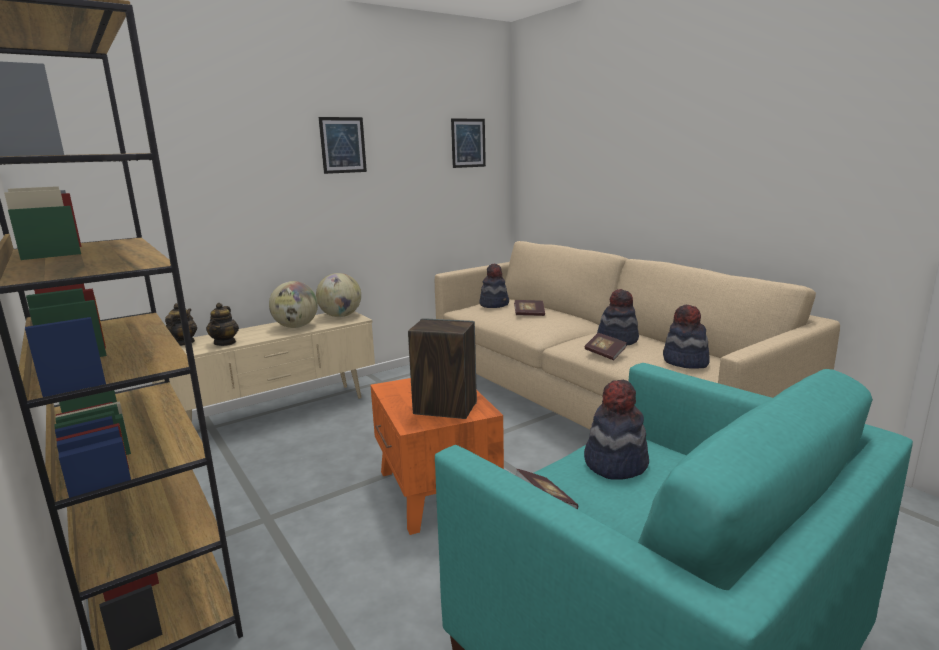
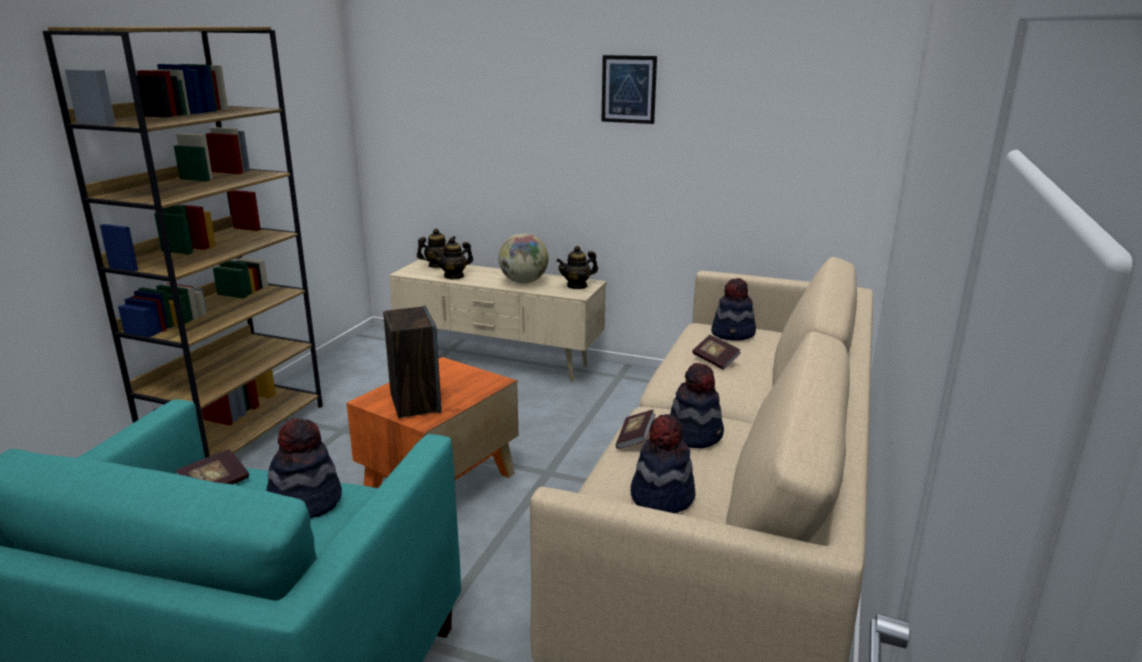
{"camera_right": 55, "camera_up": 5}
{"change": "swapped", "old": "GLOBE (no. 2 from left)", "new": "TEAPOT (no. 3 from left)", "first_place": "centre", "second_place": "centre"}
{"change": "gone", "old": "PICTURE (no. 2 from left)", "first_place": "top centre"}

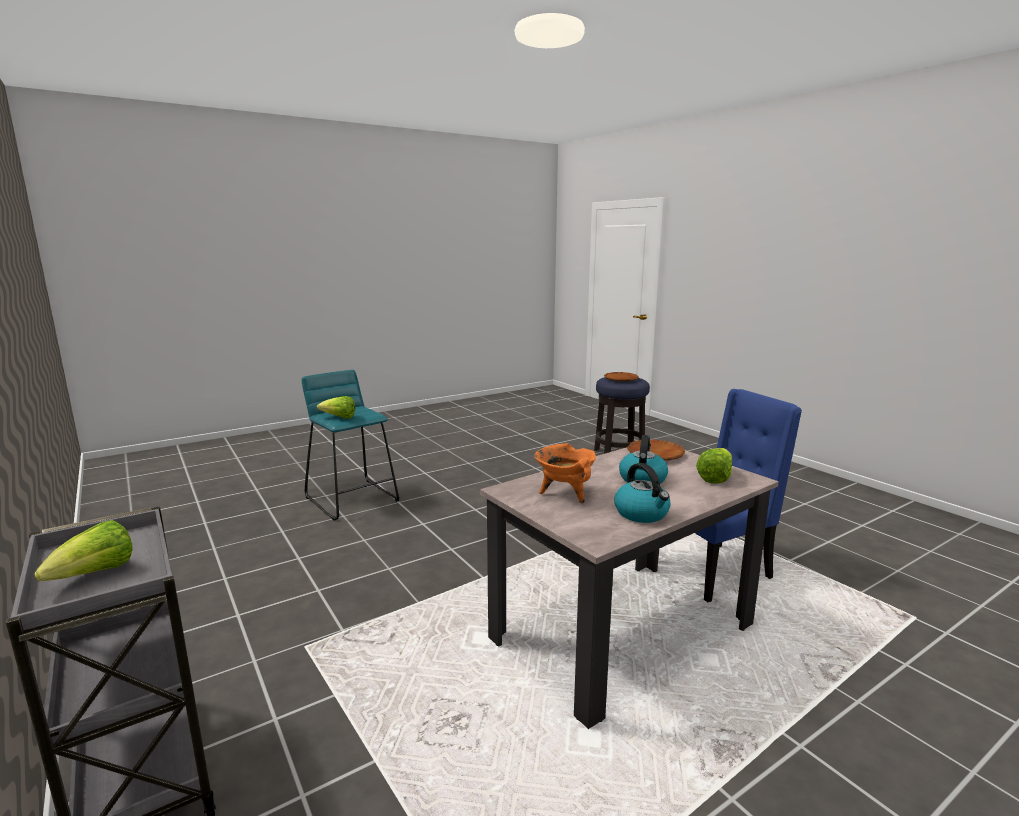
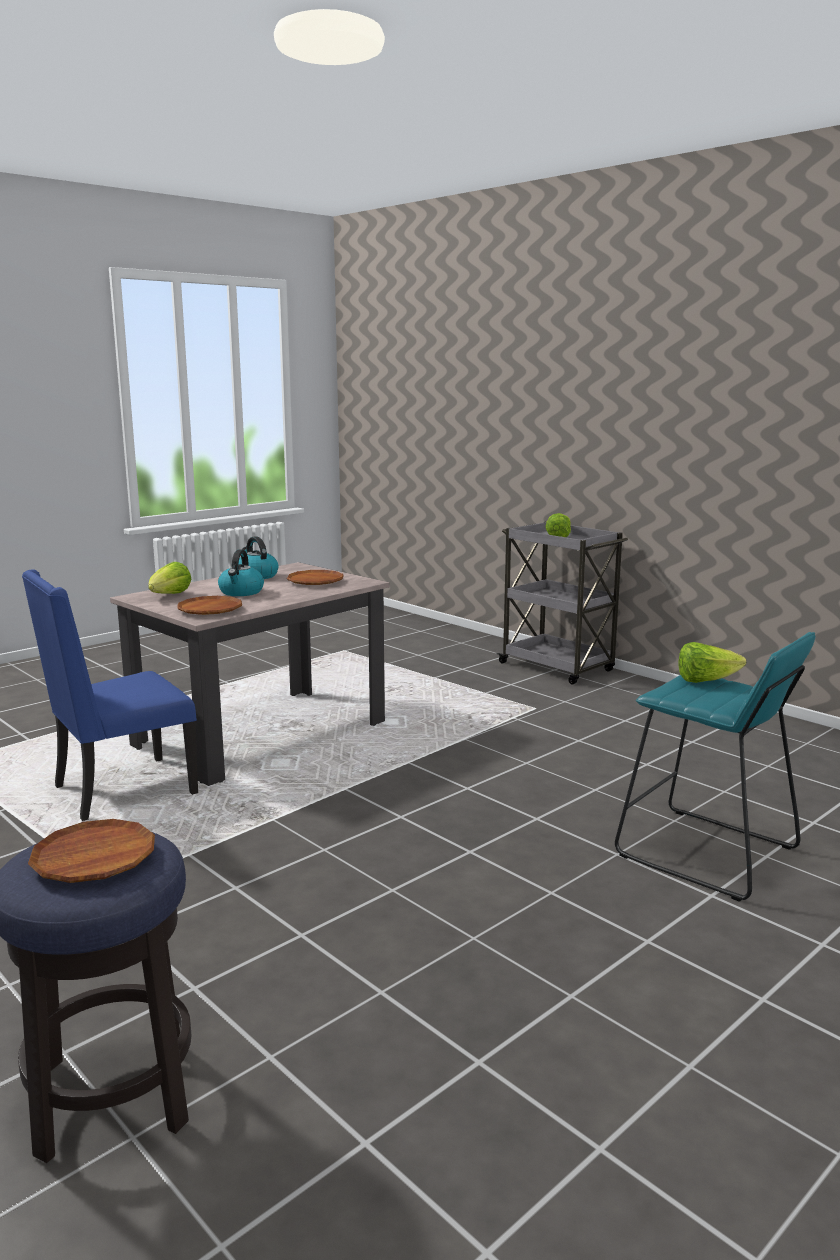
{"camera_right": 170, "camera_up": 0}
{"change": "swapped", "old": "ORANGE COOKING POT", "new": "BROWN PLATE (no. 3 from left)", "first_place": "centre", "second_place": "centre"}

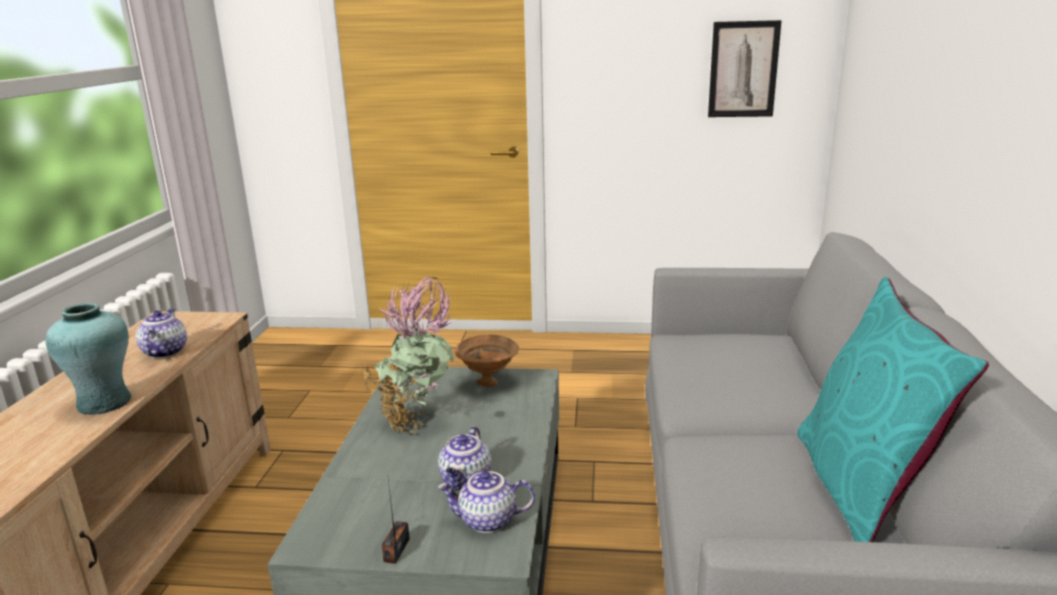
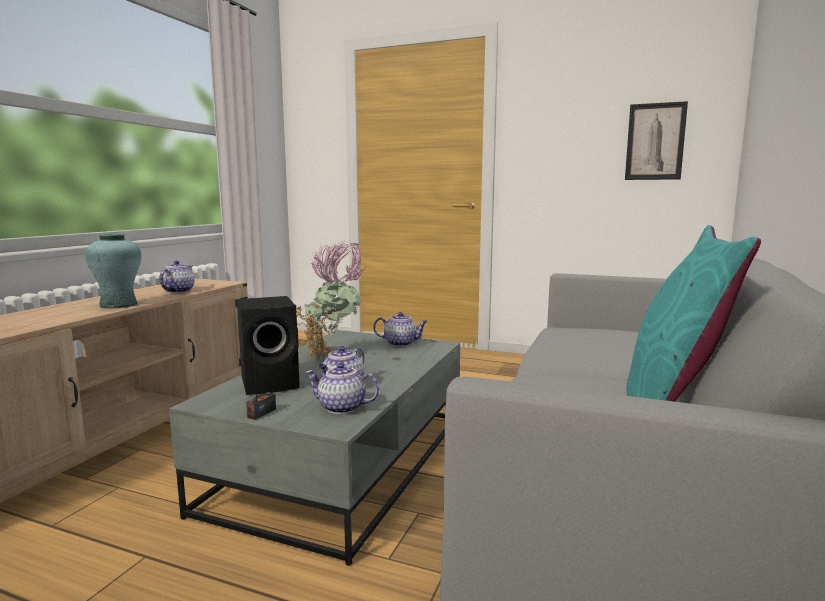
{"camera_right": 15, "camera_up": -10}
{"change": "swapped", "old": "BROWN BOWL", "new": "TEAPOT (no. 4 from left)", "first_place": "centre", "second_place": "centre"}
{"change": "new", "new": "BLACK SPEAKER", "second_place": "middle left"}

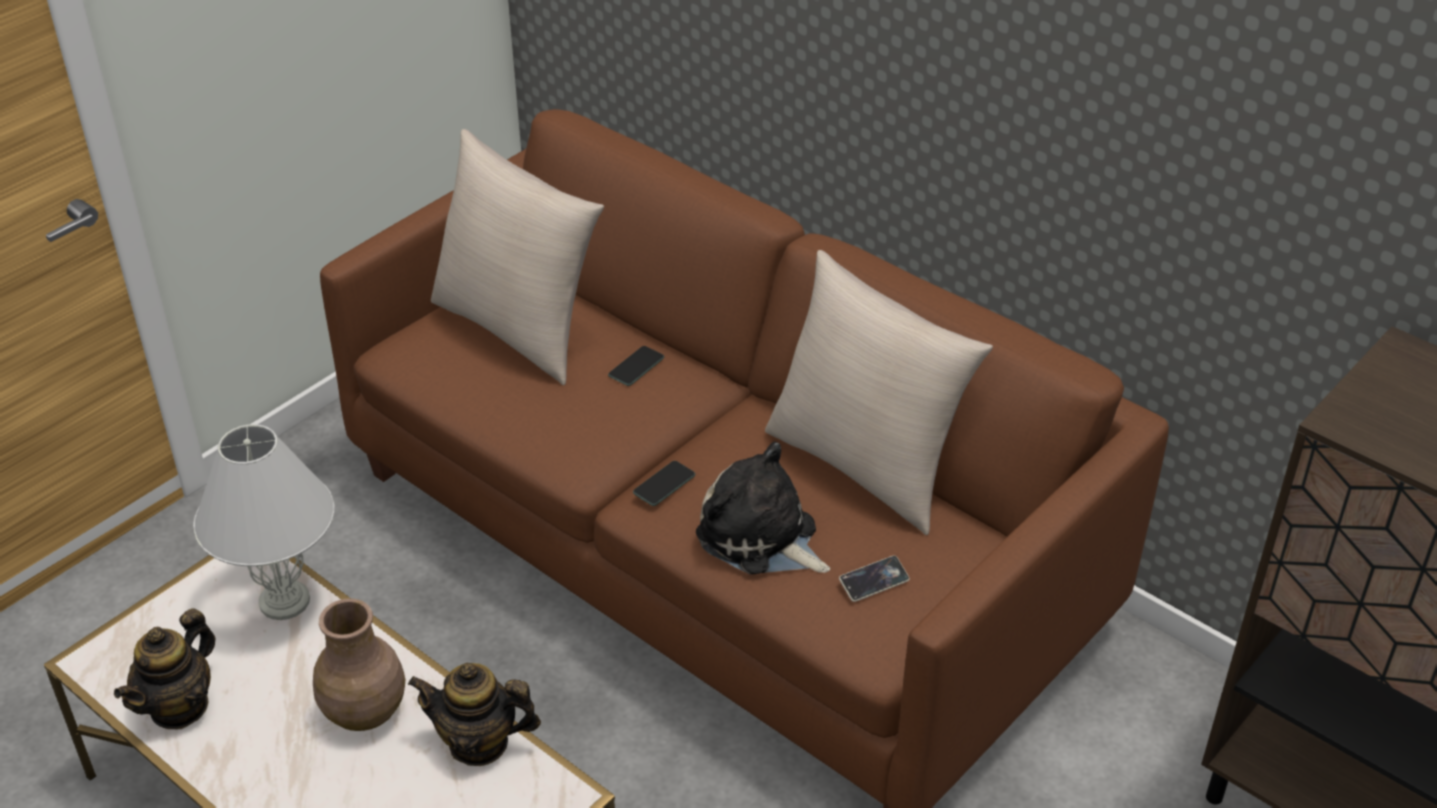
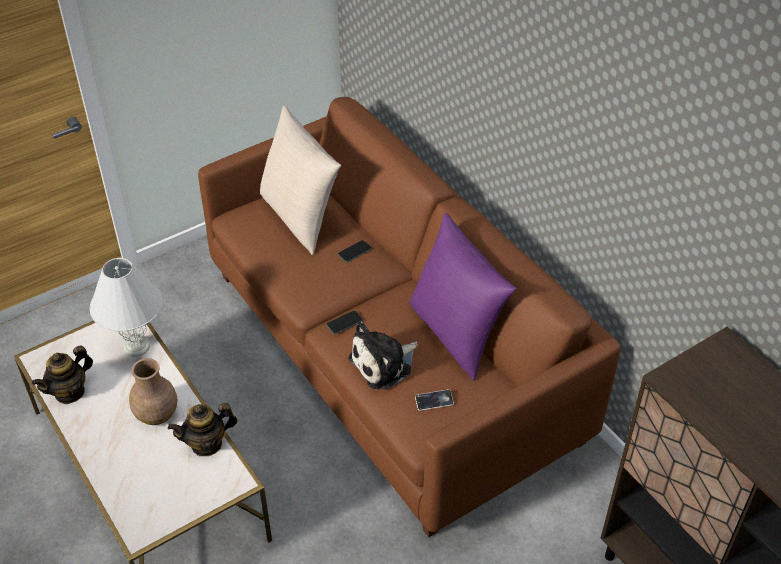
{"camera_right": 15, "camera_up": 5}
{"change": "rotated", "old": "TEAPOT (no. 2 from left)", "first_place": "bottom left", "second_place": "bottom left", "degrees": -45}
{"change": "rotated", "old": "PLUSH TOY", "first_place": "centre", "second_place": "centre", "degrees": -90}
{"change": "repainted", "old": "BEIGE PILLOW (no. 2 from left)", "new": "PURPLE PILLOW", "first_place": "centre", "second_place": "centre"}

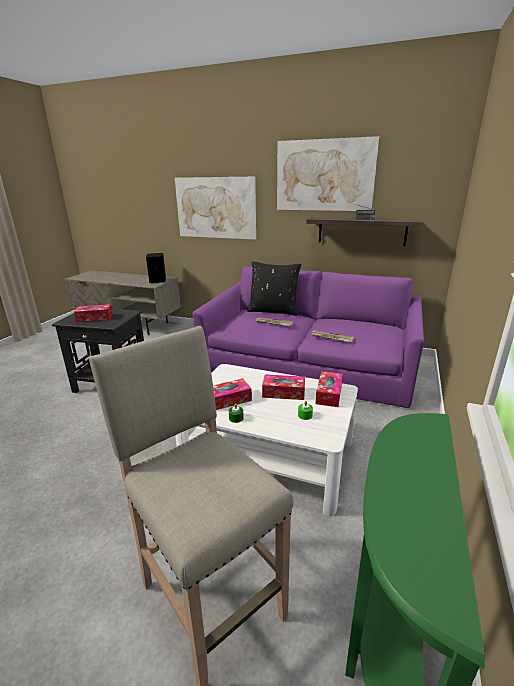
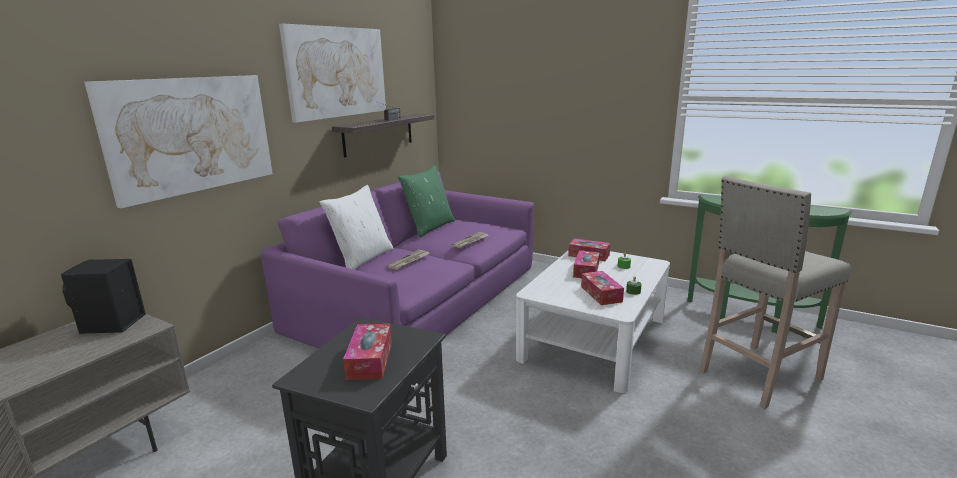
{"camera_right": -80, "camera_up": -5}
{"change": "repainted", "old": "BLACK PILLOW", "new": "WHITE PILLOW", "first_place": "centre", "second_place": "centre"}
{"change": "new", "new": "GREEN PILLOW", "second_place": "centre"}

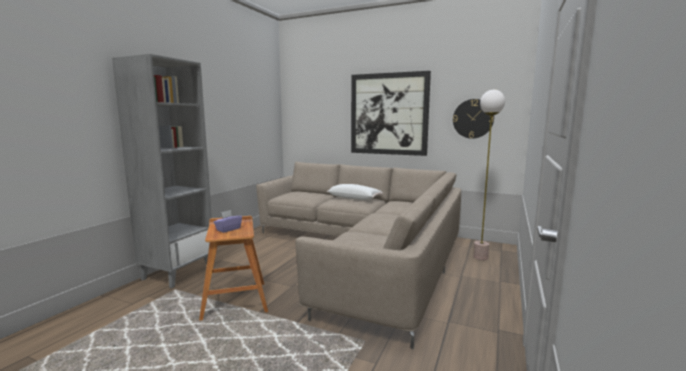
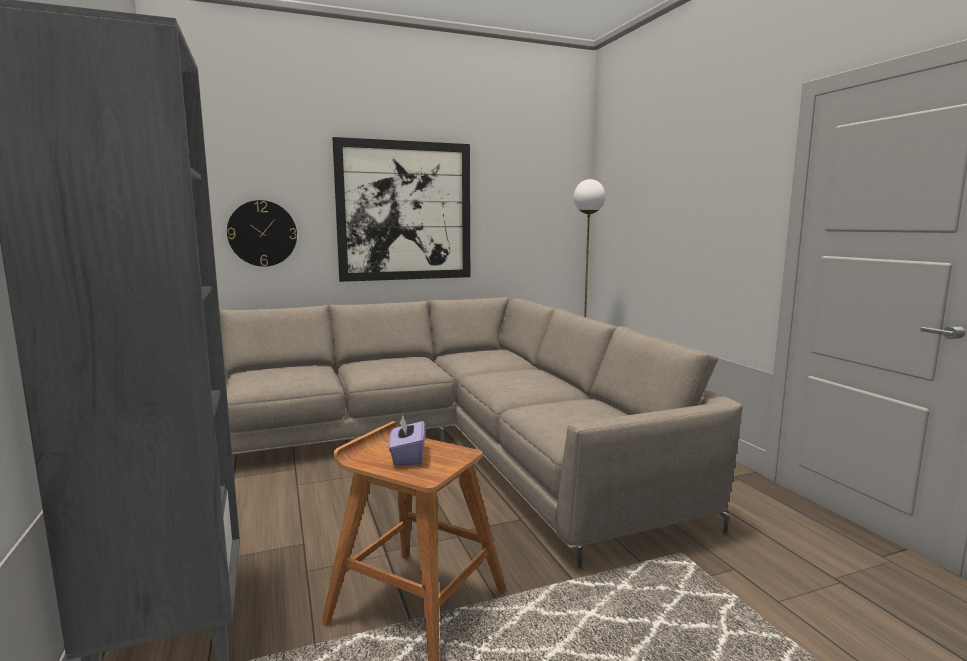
{"camera_right": -45, "camera_up": 0}
{"change": "gone", "old": "WHITE PILLOW", "first_place": "centre"}
{"change": "shifted", "old": "WALL CLOCK", "first_place": "top right", "second_place": "middle left"}

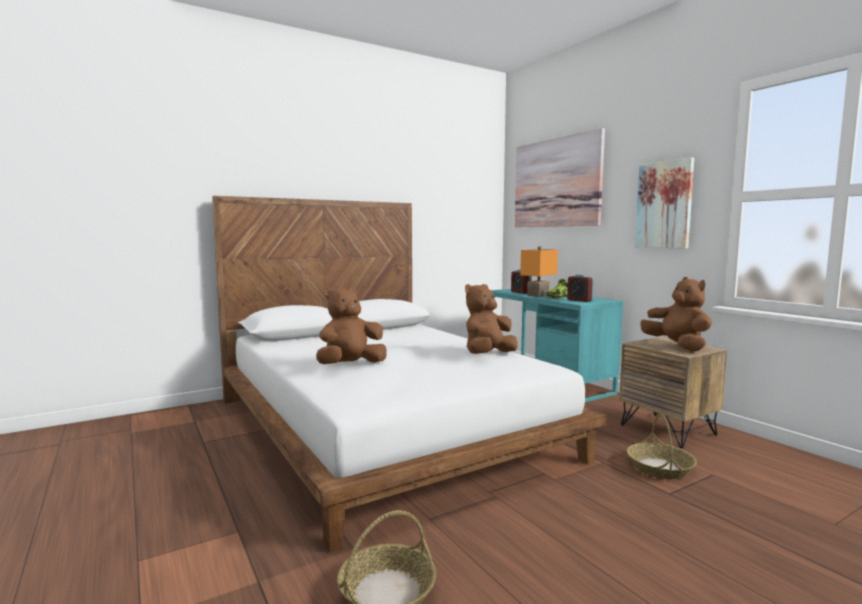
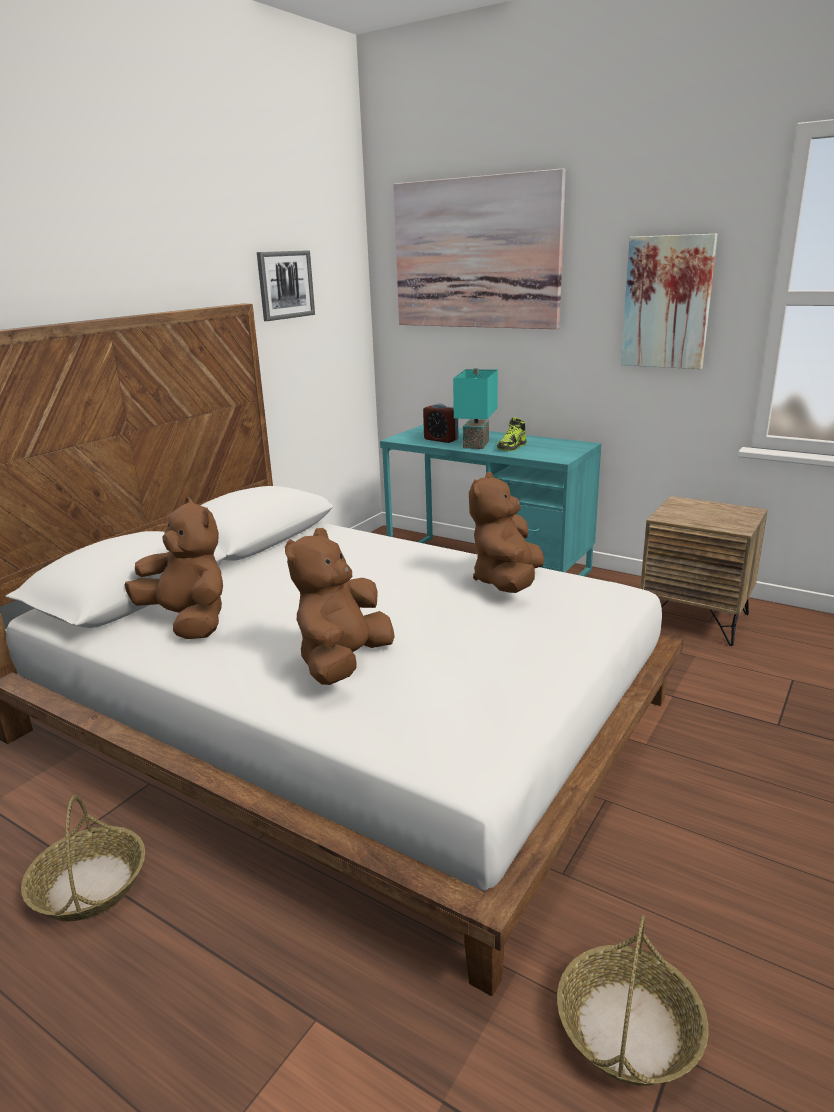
{"camera_right": -25, "camera_up": 15}
{"change": "repainted", "old": "ORANGE TABLE LAMP", "new": "TURQUOISE TABLE LAMP", "first_place": "centre", "second_place": "centre"}
{"change": "gone", "old": "ALARM CLOCK (no. 2 from left)", "first_place": "middle right"}
{"change": "shifted", "old": "BASKET (no. 2 from left in the first image)", "new": "BASKET (no. 1 from left)", "first_place": "bottom right", "second_place": "bottom left"}
{"change": "shifted", "old": "BROWN PLUSH TOY (no. 3 from left in the first image)", "new": "BROWN PLUSH TOY (no. 1 from left)", "first_place": "middle right", "second_place": "middle left"}
{"change": "new", "new": "PICTURE (no. 1 from left)", "second_place": "top centre"}

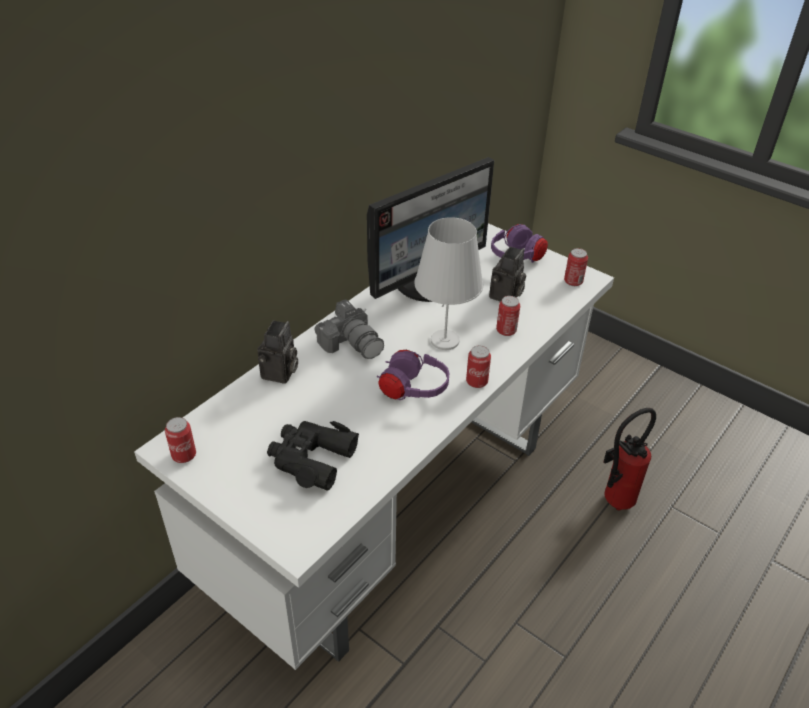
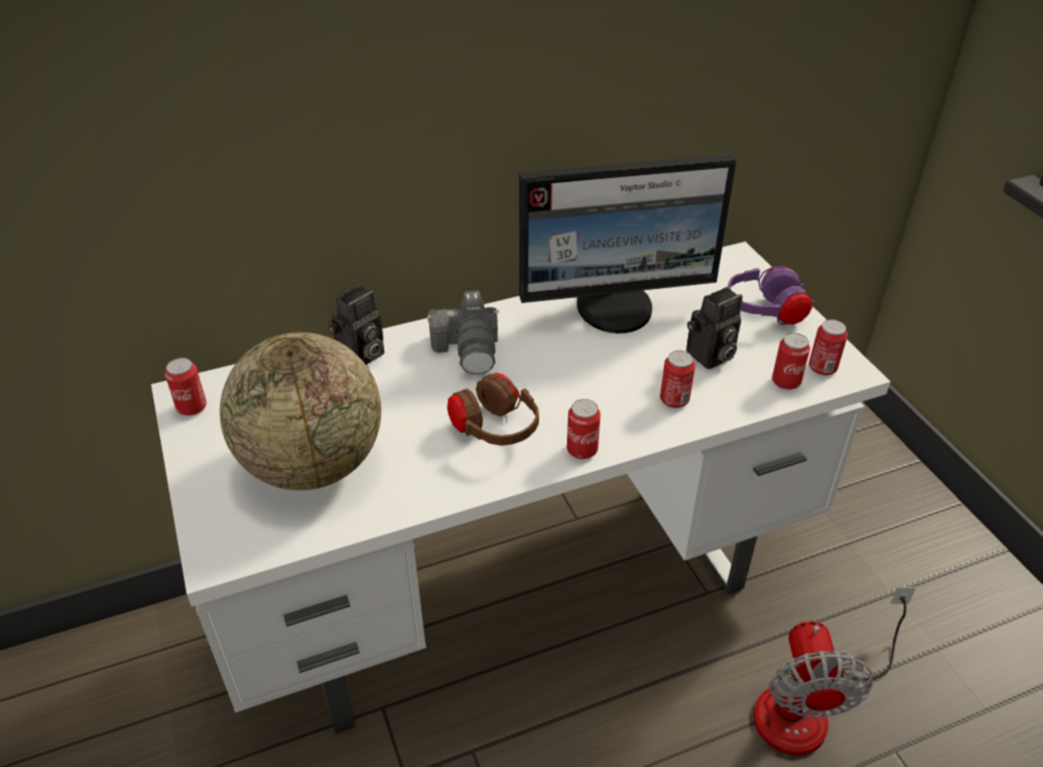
{"camera_right": 30, "camera_up": 0}
{"change": "swapped", "old": "BLACK BINOCULARS", "new": "GLOBE", "first_place": "centre", "second_place": "middle left"}
{"change": "repainted", "old": "PURPLE HEADPHONES (no. 1 from left)", "new": "BROWN HEADPHONES", "first_place": "centre", "second_place": "centre"}
{"change": "gone", "old": "WHITE TABLE LAMP", "first_place": "centre"}
{"change": "swapped", "old": "FIRE EXTINGUISHER", "new": "FAN", "first_place": "middle right", "second_place": "bottom right"}
{"change": "new", "new": "CAN (no. 4 from left)", "second_place": "middle right"}

